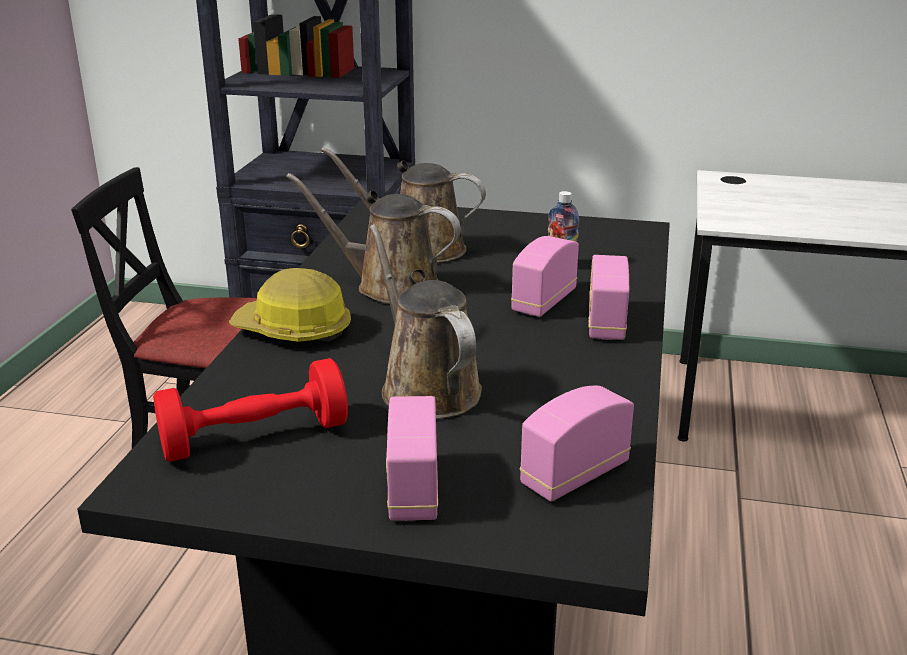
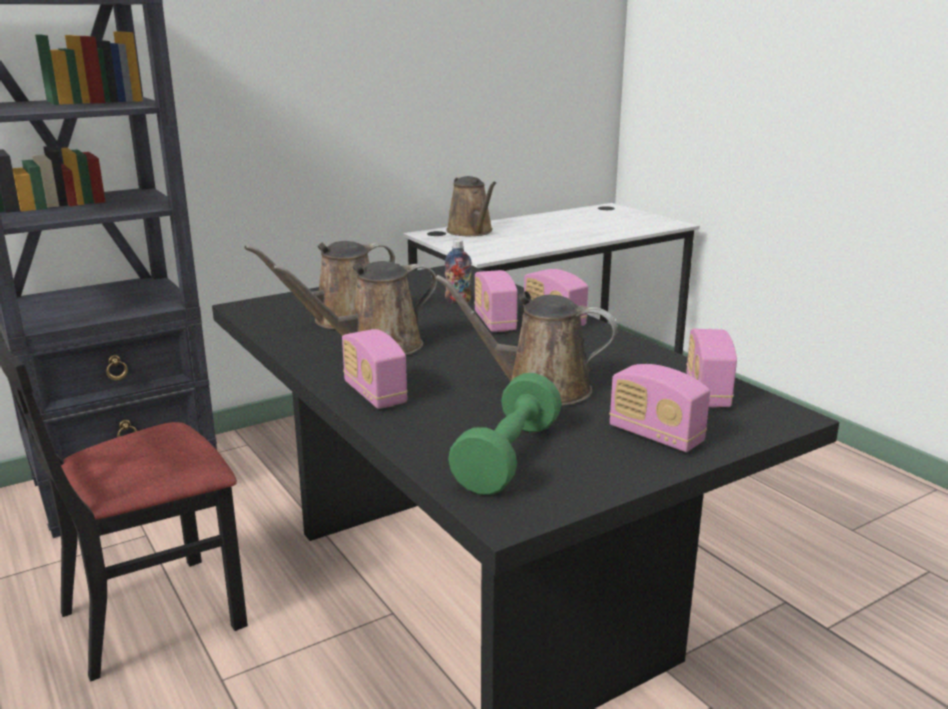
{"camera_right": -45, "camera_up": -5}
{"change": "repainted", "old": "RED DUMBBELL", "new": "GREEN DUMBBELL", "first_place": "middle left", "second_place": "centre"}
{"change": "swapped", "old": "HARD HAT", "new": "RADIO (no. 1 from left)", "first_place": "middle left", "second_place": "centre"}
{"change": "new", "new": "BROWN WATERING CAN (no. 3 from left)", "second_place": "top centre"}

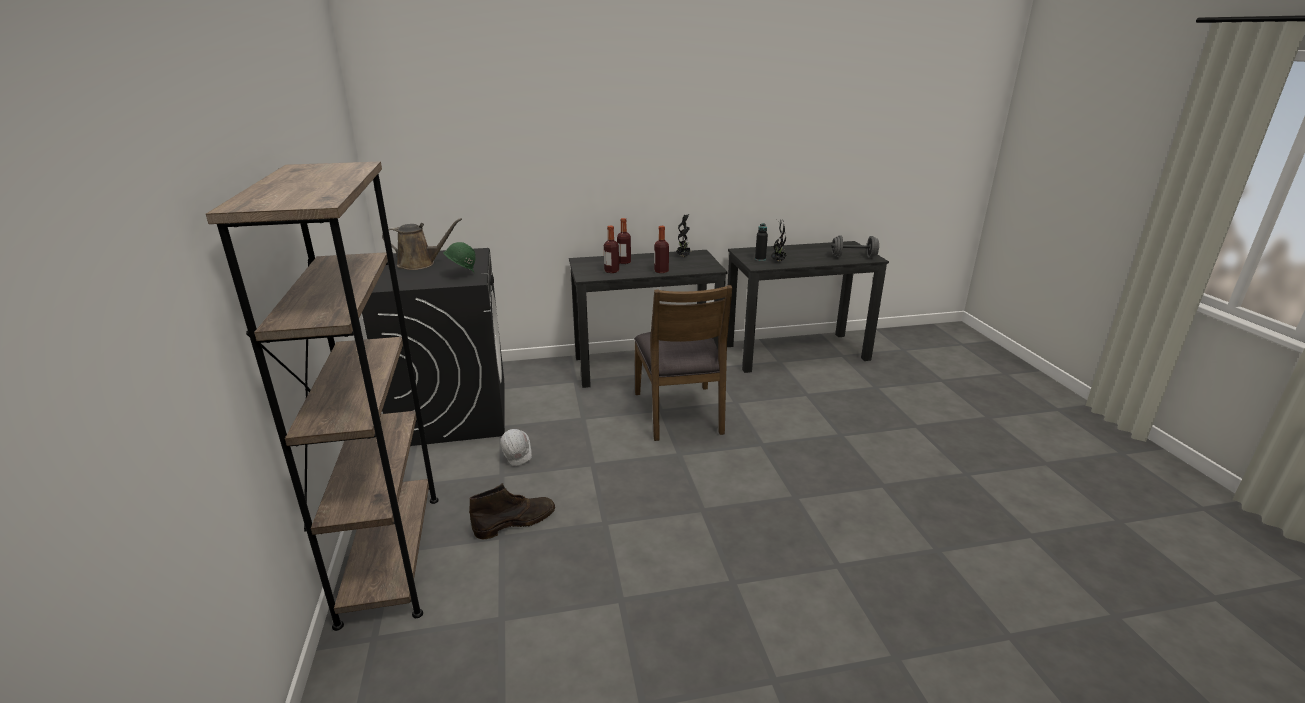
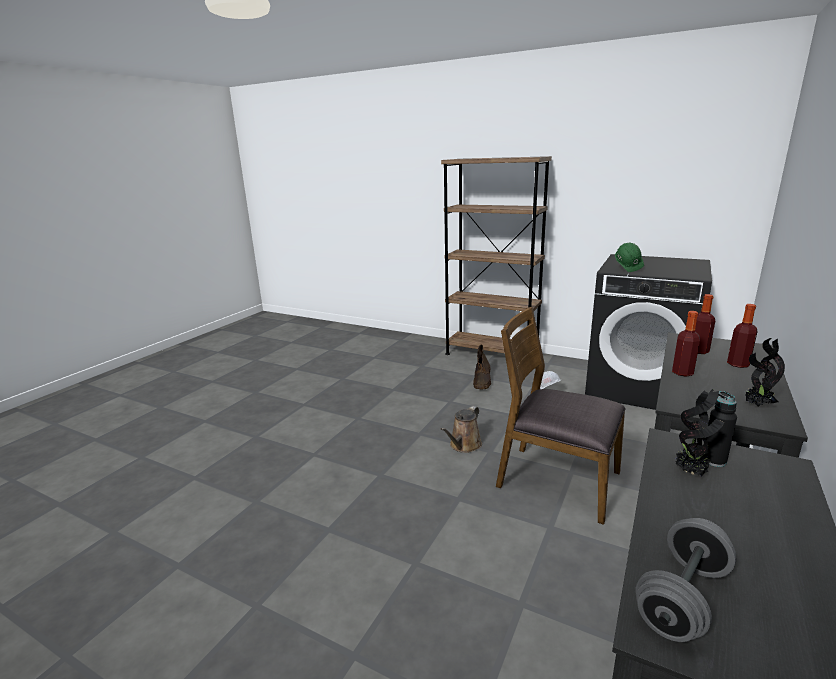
{"camera_right": 130, "camera_up": -5}
{"change": "shifted", "old": "BROWN WATERING CAN", "first_place": "middle left", "second_place": "centre"}

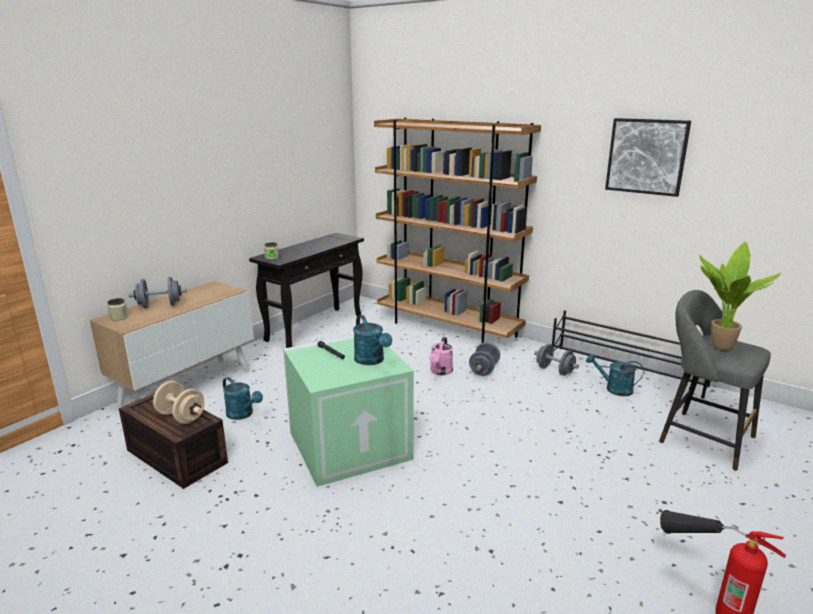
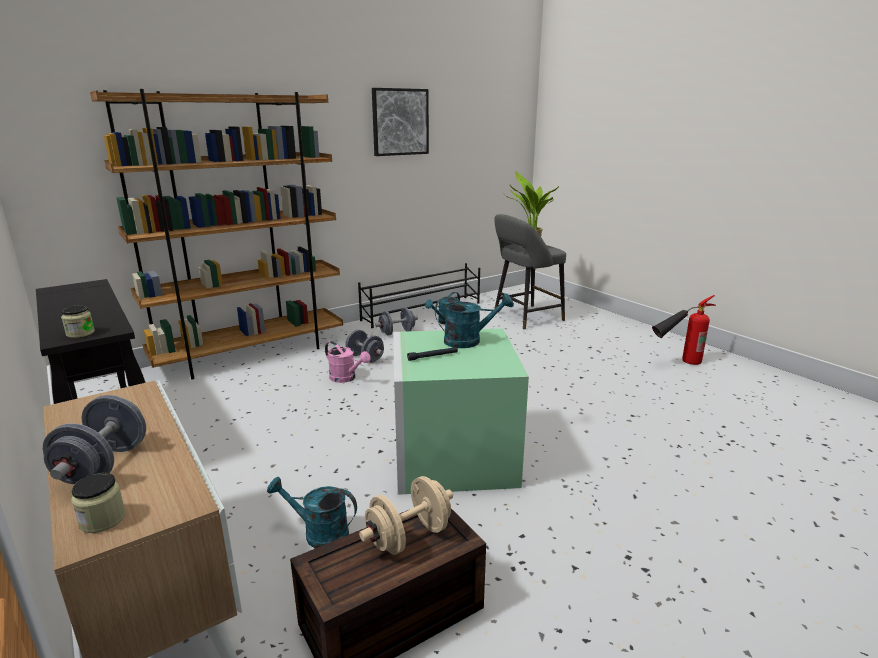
{"camera_right": -70, "camera_up": 0}
{"change": "rotated", "old": "TURQUOISE WATERING CAN (no. 1 from left)", "first_place": "middle left", "second_place": "bottom centre", "degrees": -135}

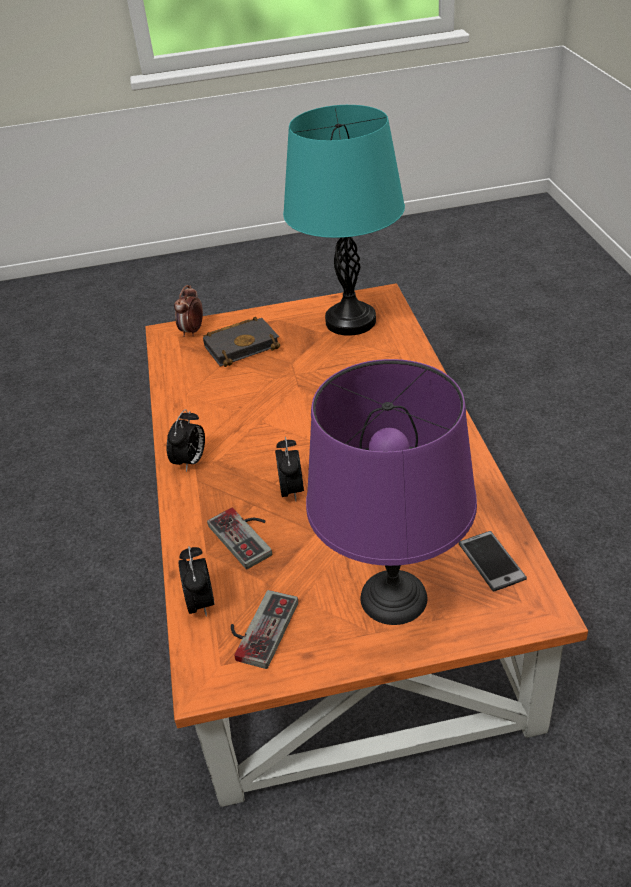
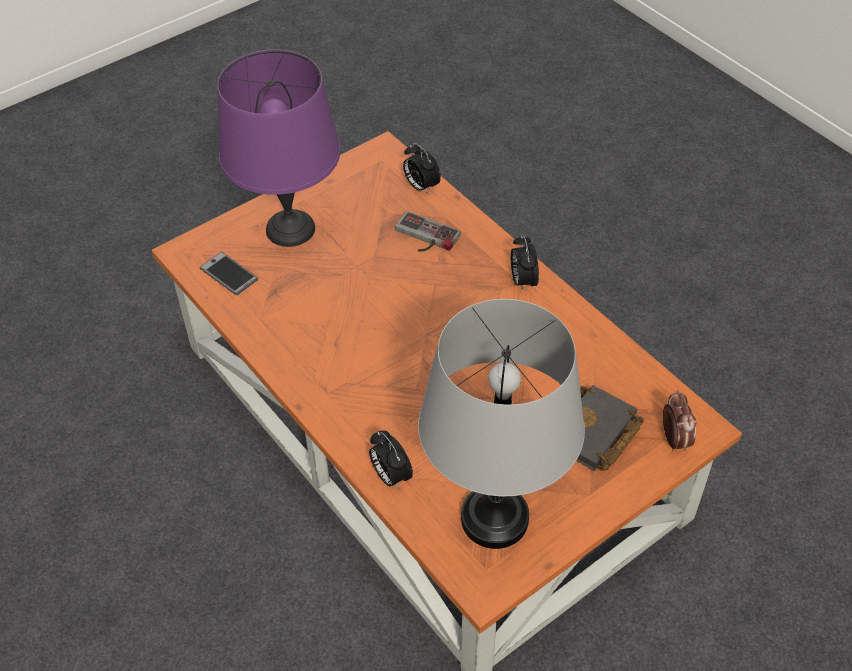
{"camera_right": 150, "camera_up": 10}
{"change": "gone", "old": "GAME CONTROLLER (no. 2 from left)", "first_place": "bottom centre"}
{"change": "shifted", "old": "ALARM CLOCK (no. 4 from left in the first image)", "new": "ALARM CLOCK (no. 1 from left)", "first_place": "centre", "second_place": "bottom centre"}
{"change": "repainted", "old": "TURQUOISE TABLE LAMP", "new": "GREY TABLE LAMP", "first_place": "top centre", "second_place": "centre"}

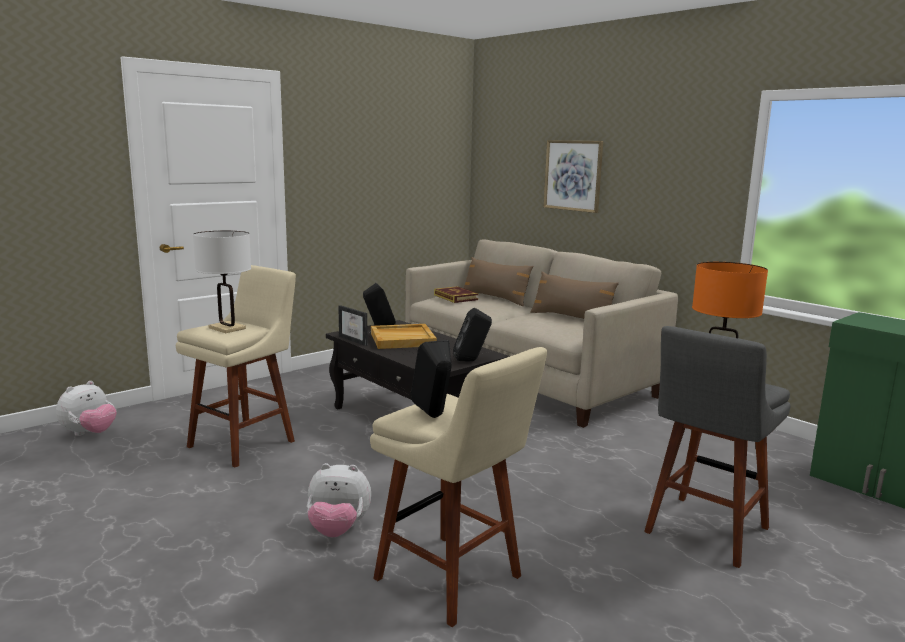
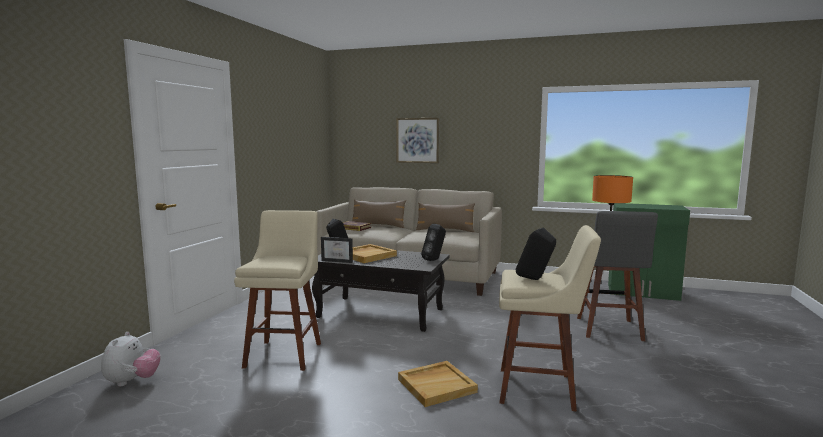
{"camera_right": -30, "camera_up": -5}
{"change": "gone", "old": "WHITE TABLE LAMP", "first_place": "middle left"}
{"change": "swapped", "old": "PLUSH TOY (no. 2 from left)", "new": "BEIGE TRAY (no. 2 from left)", "first_place": "bottom centre", "second_place": "bottom centre"}

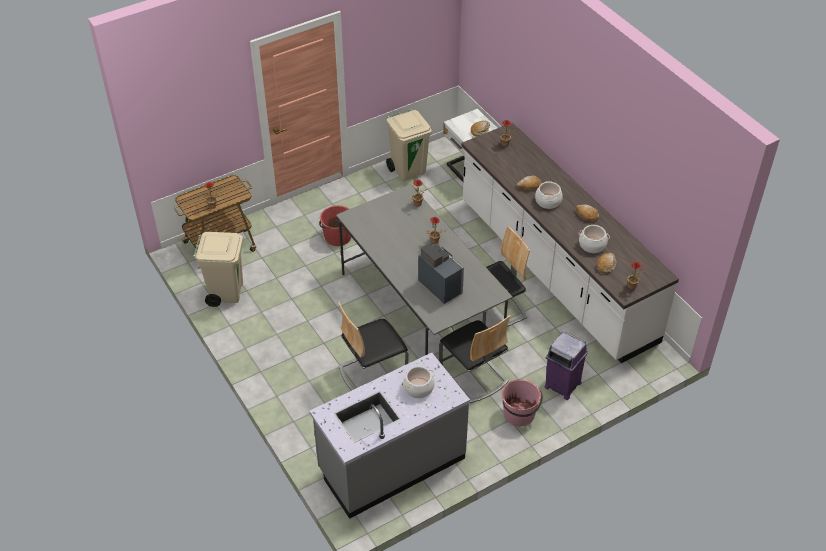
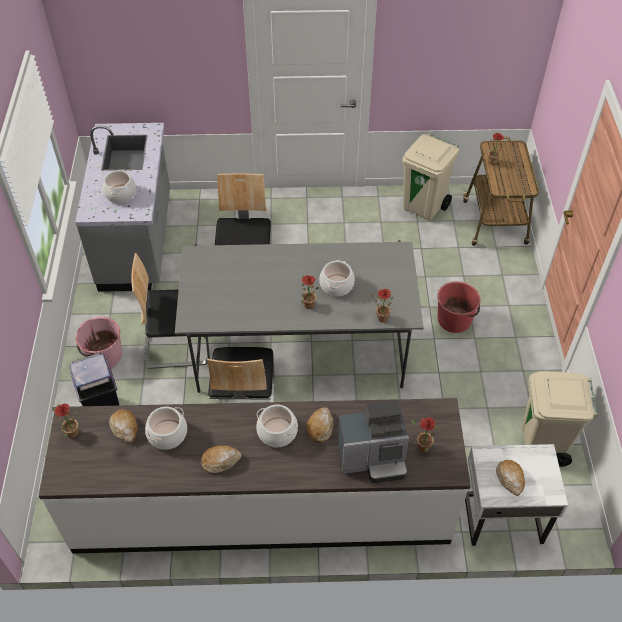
{"camera_right": 120, "camera_up": 5}
{"change": "shifted", "old": "COFFEE MACHINE", "first_place": "centre", "second_place": "bottom centre"}
{"change": "new", "new": "COOKING POT (no. 4 from left)", "second_place": "centre"}

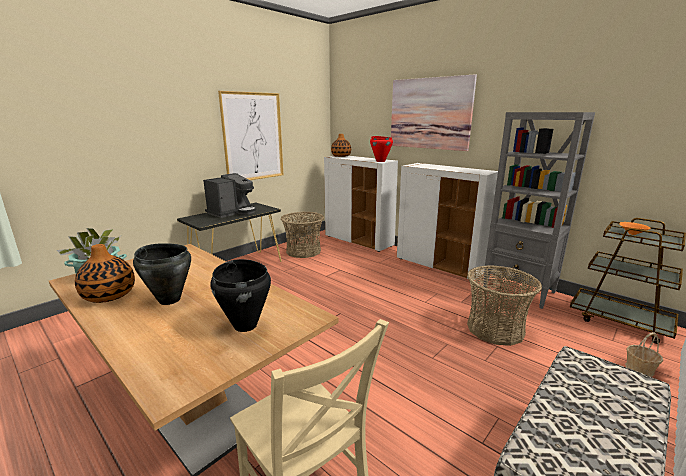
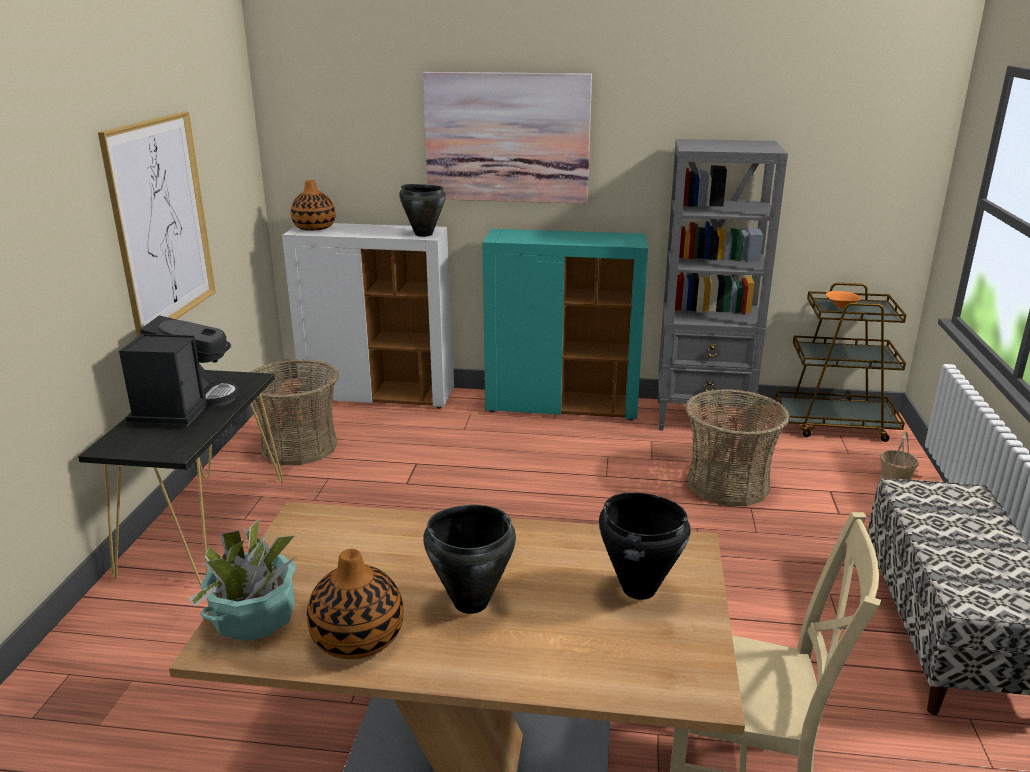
{"camera_right": -35, "camera_up": 5}
{"change": "repainted", "old": "RED COOKING POT", "new": "BLACK COOKING POT (no. 1 from left)", "first_place": "top centre", "second_place": "top centre"}
{"change": "repainted", "old": "WHITE CABINET (no. 2 from left)", "new": "TURQUOISE CABINET", "first_place": "centre", "second_place": "centre"}

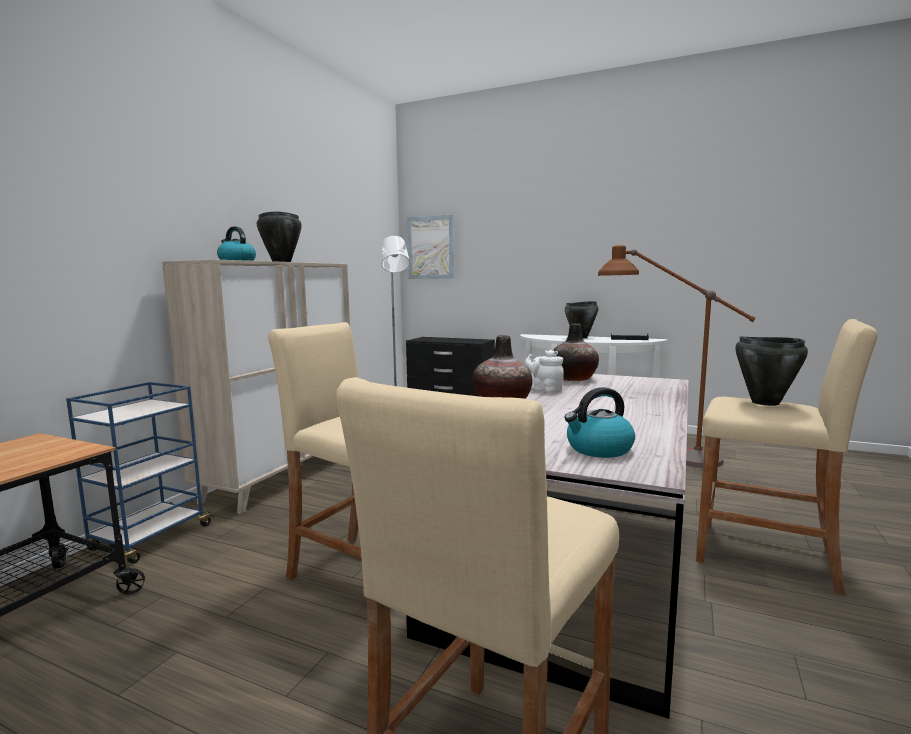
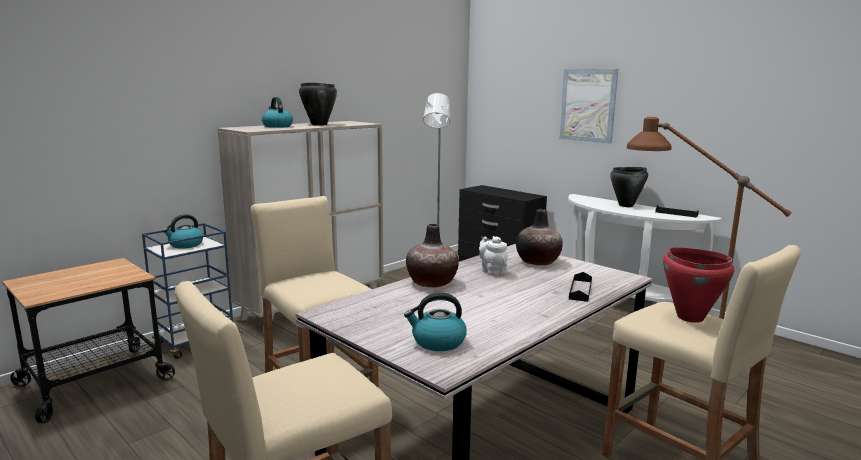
{"camera_right": 20, "camera_up": 5}
{"change": "shifted", "old": "PICTURE", "first_place": "centre", "second_place": "top right"}
{"change": "repainted", "old": "BLACK COOKING POT (no. 3 from left)", "new": "RED COOKING POT", "first_place": "middle right", "second_place": "middle right"}
{"change": "new", "new": "KETTLE (no. 1 from left)", "second_place": "middle left"}
{"change": "new", "new": "BLACK TRAY (no. 1 from left)", "second_place": "middle right"}

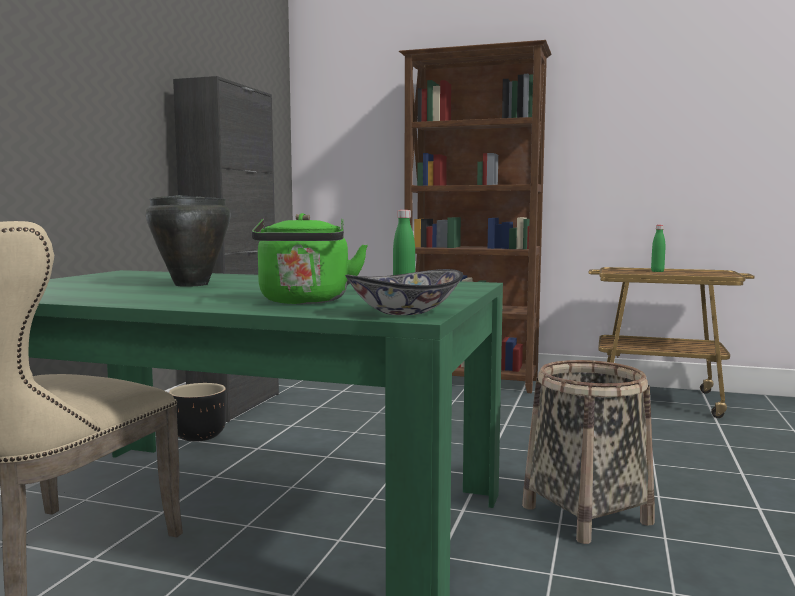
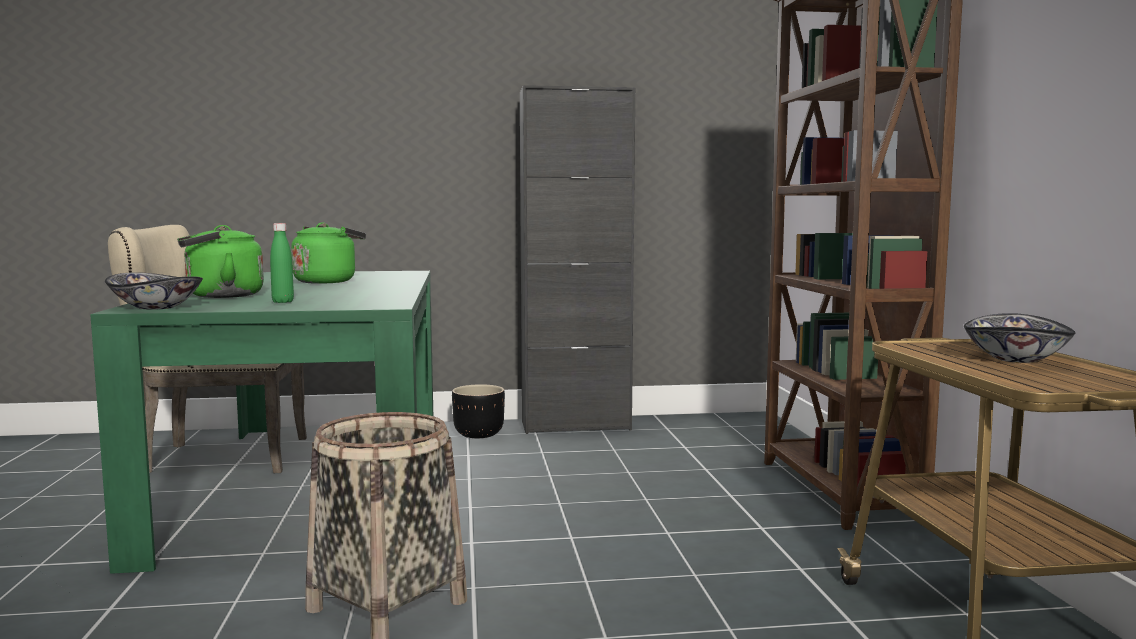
{"camera_right": 65, "camera_up": 0}
{"change": "swapped", "old": "BLACK COOKING POT", "new": "GREEN KETTLE (no. 2 from left)", "first_place": "middle left", "second_place": "middle left"}
{"change": "swapped", "old": "GREEN BOTTLE (no. 2 from left)", "new": "BOWL (no. 2 from left)", "first_place": "middle right", "second_place": "middle right"}

